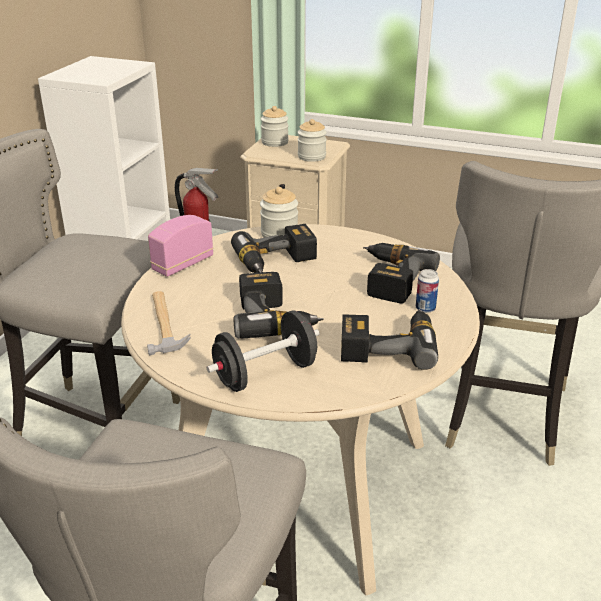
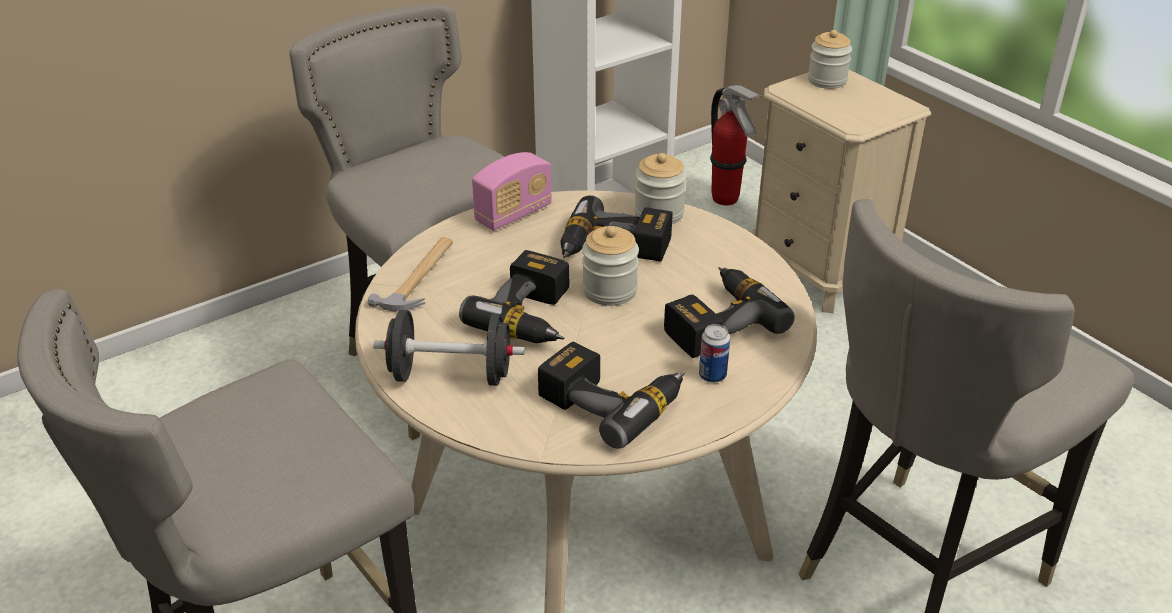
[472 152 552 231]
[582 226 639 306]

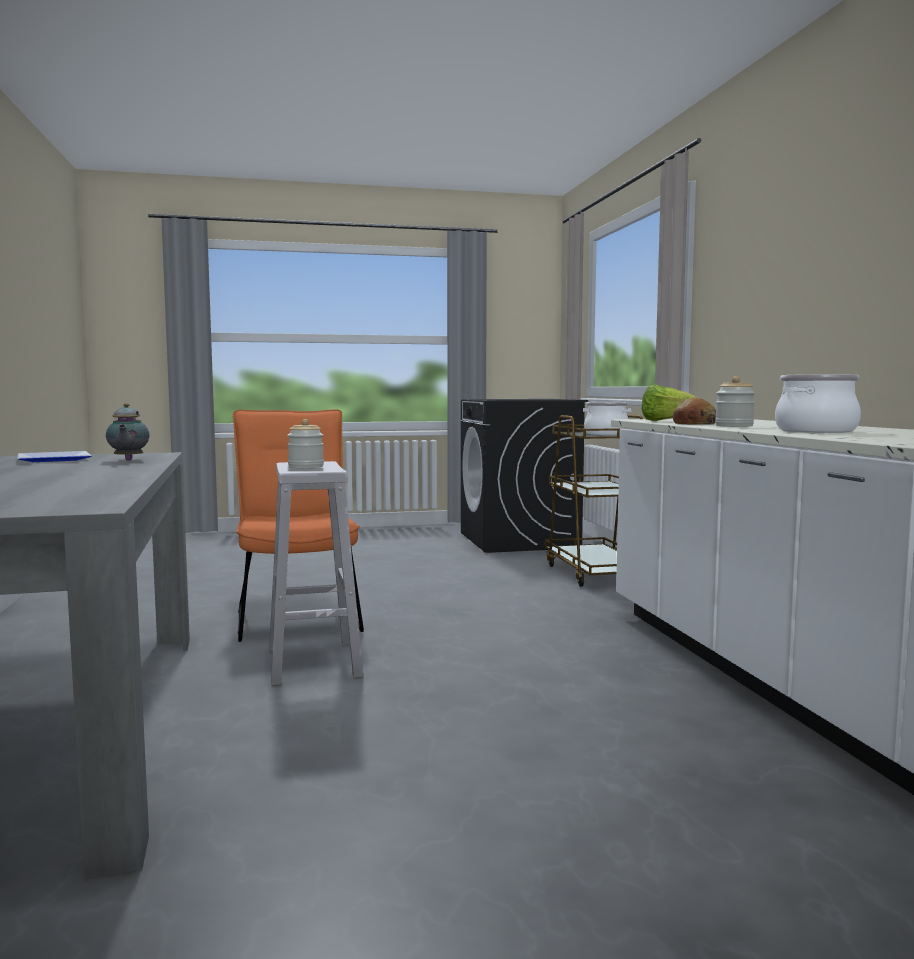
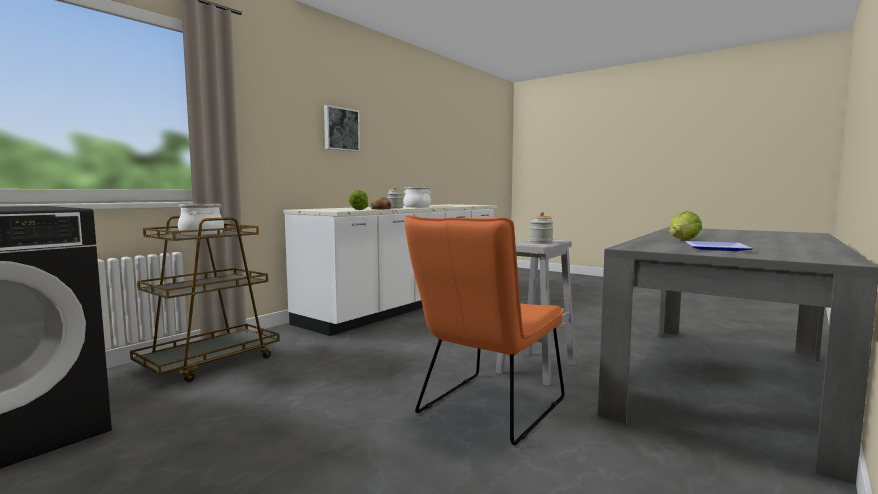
[106 403 149 460] (first image)
[324 105 360 152]
[669 211 702 240]

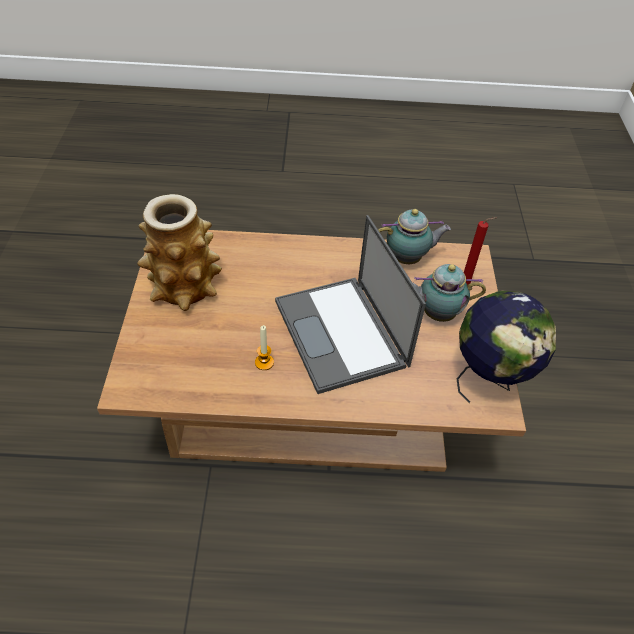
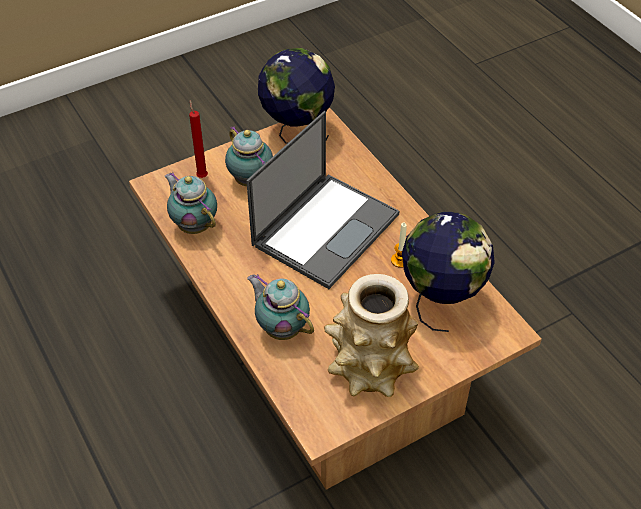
[247 274 314 340]
[402 212 495 332]

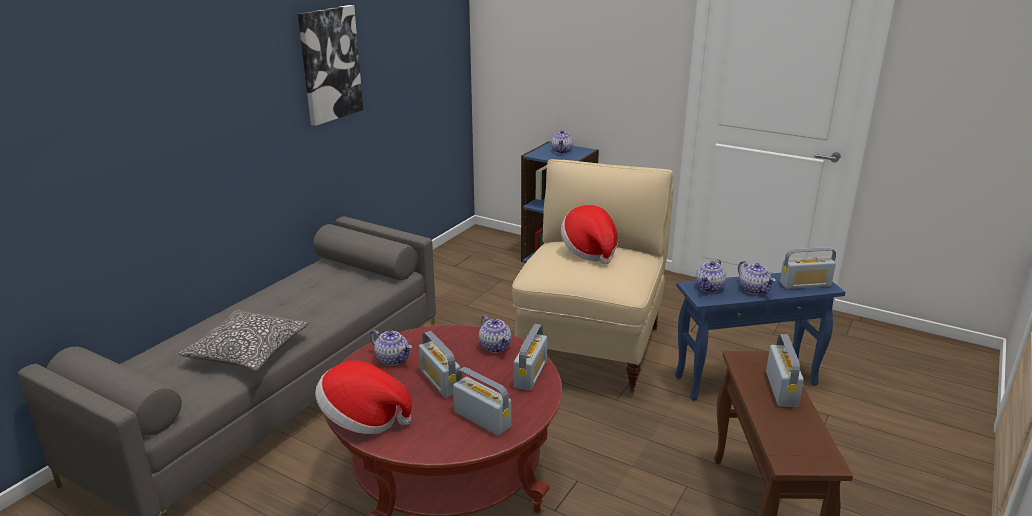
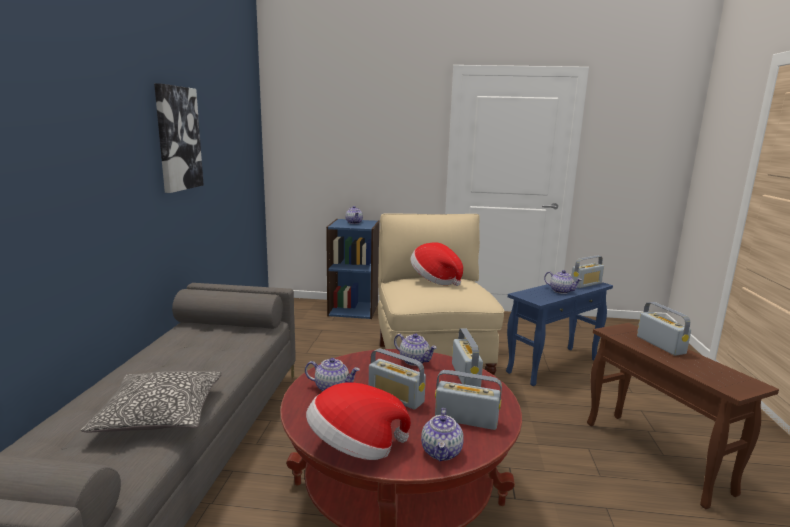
[421 408 464 461]

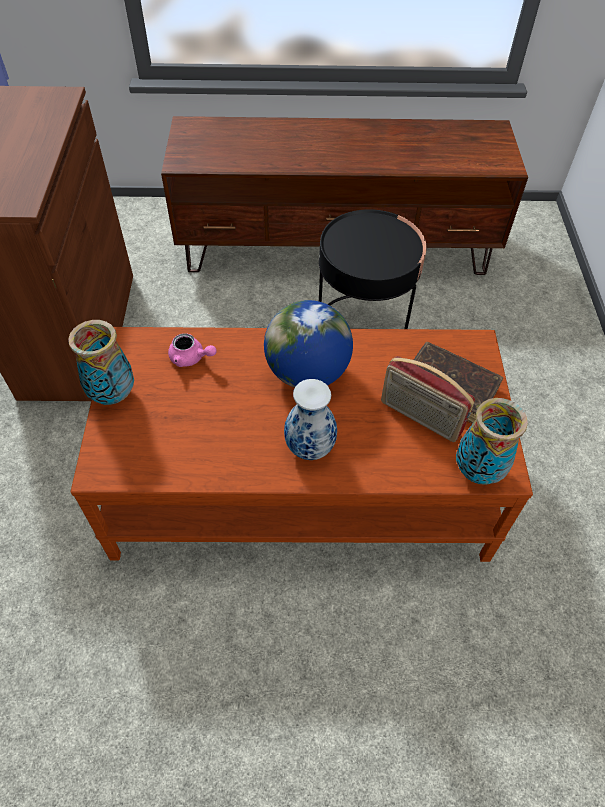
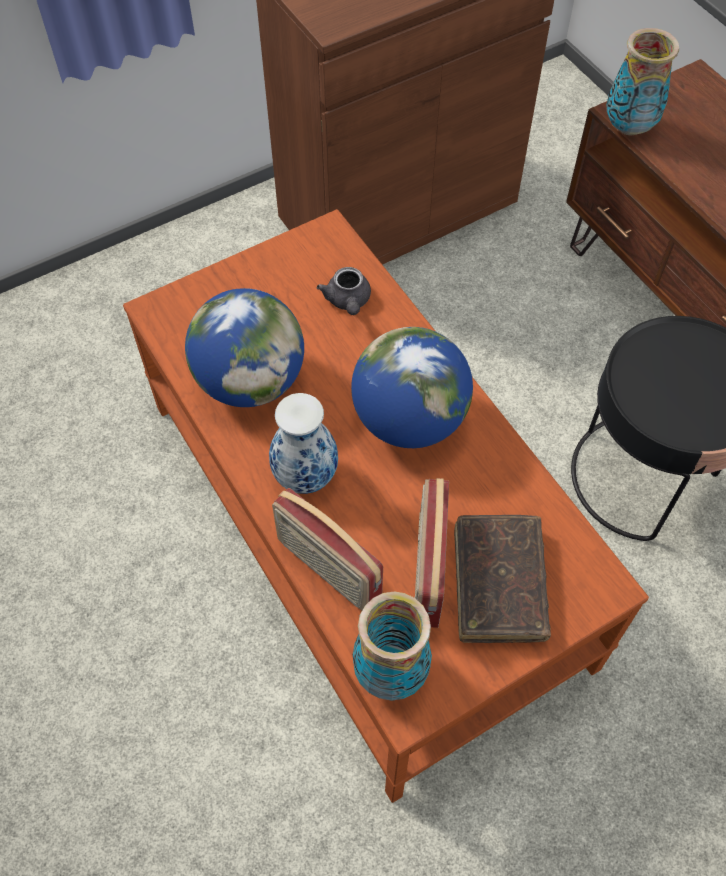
[606 28 679 136]
[317 267 371 315]
[185 288 304 407]
[272 488 383 611]

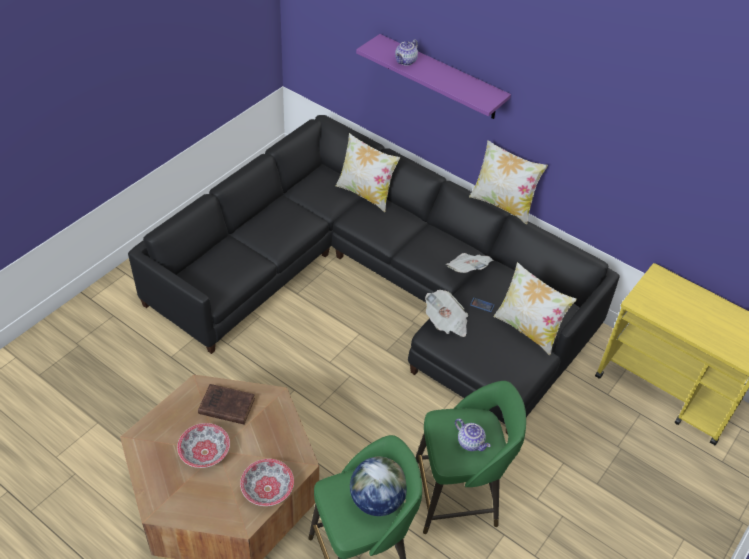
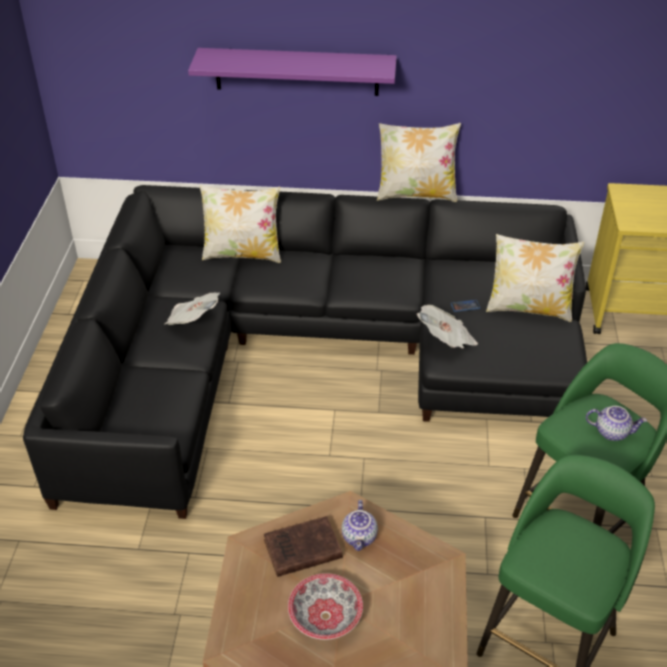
[240 459 294 506] (first image)
[350 457 407 516] (first image)
[342 500 378 551]
[164 293 220 325]

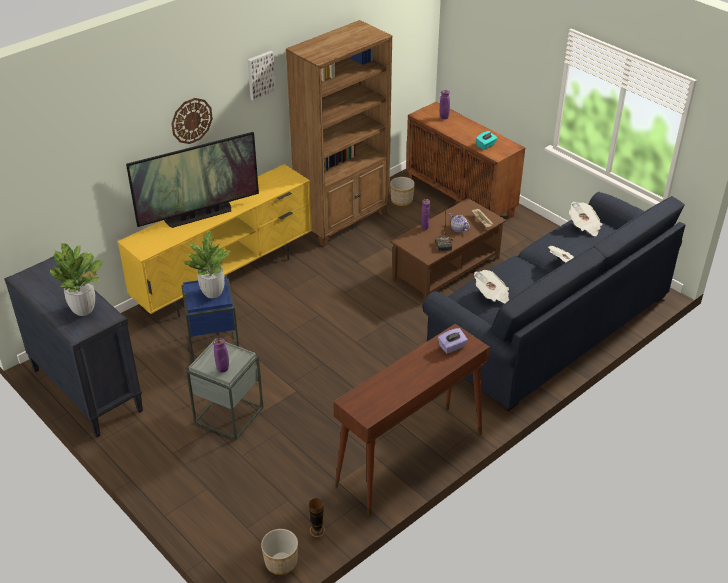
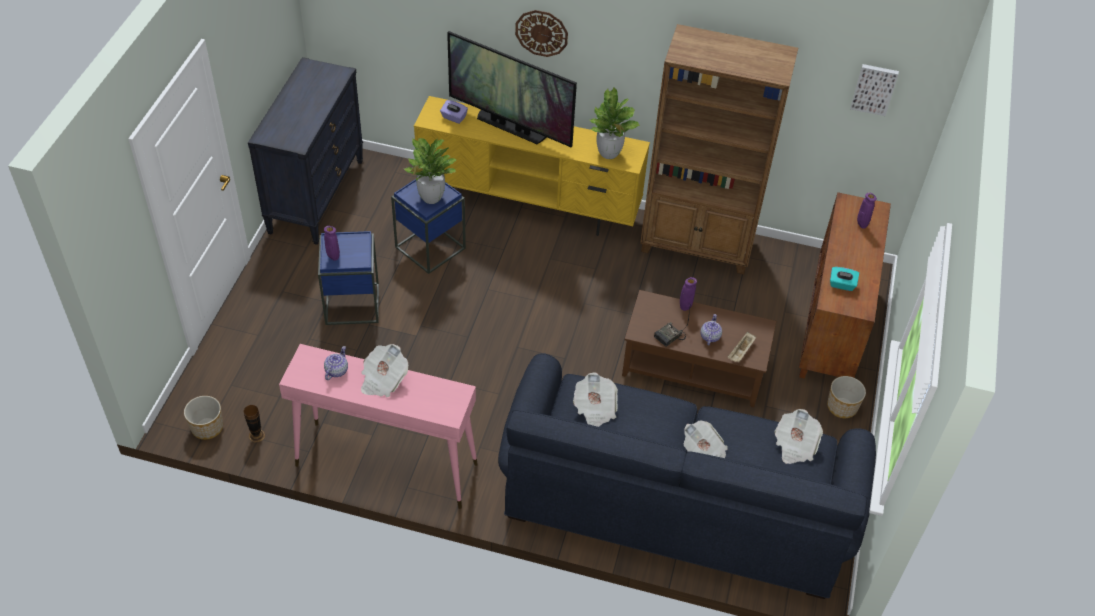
[590 87 640 159]
[318 231 379 325]
[850 64 899 116]
[279 344 478 509]
[827 376 866 418]
[440 100 468 124]
[324 346 348 380]
[361 344 408 397]

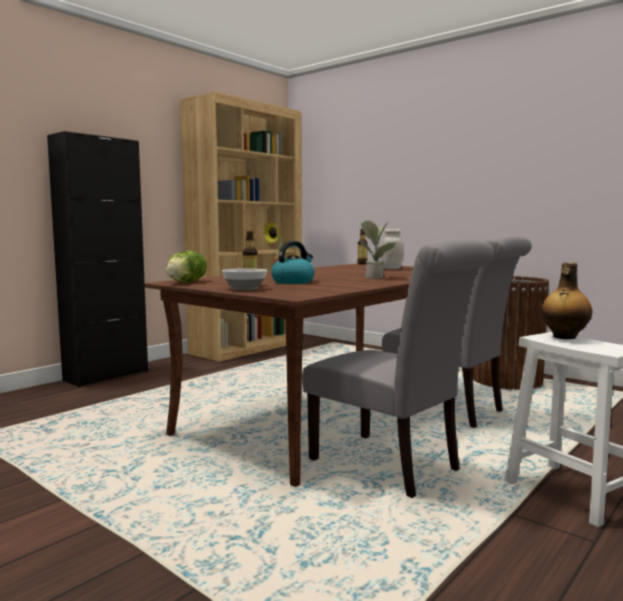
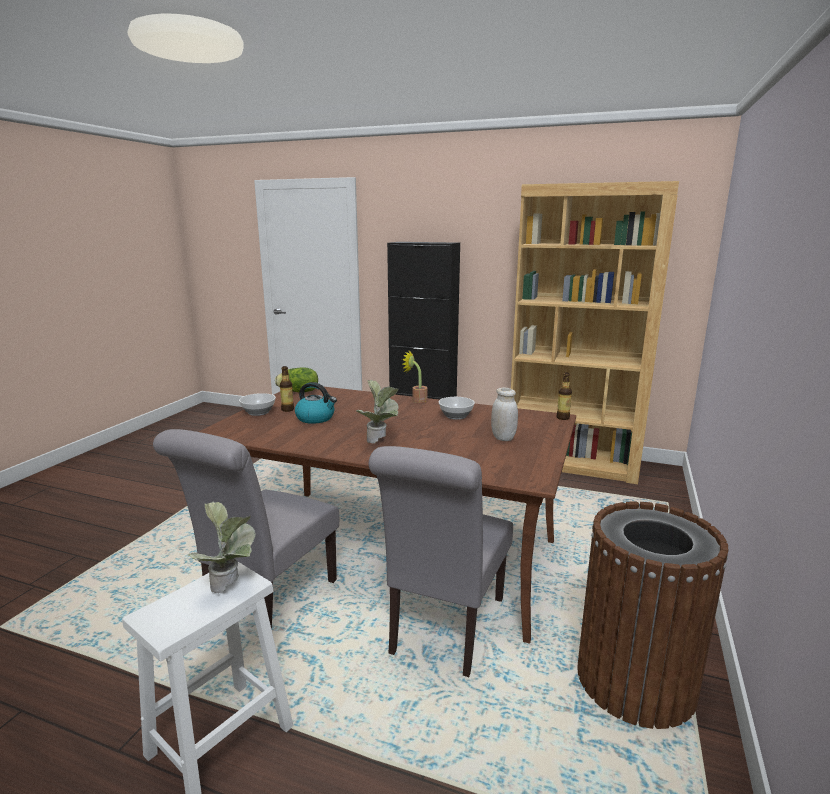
[187 502 256 593]
[439 397 475 420]

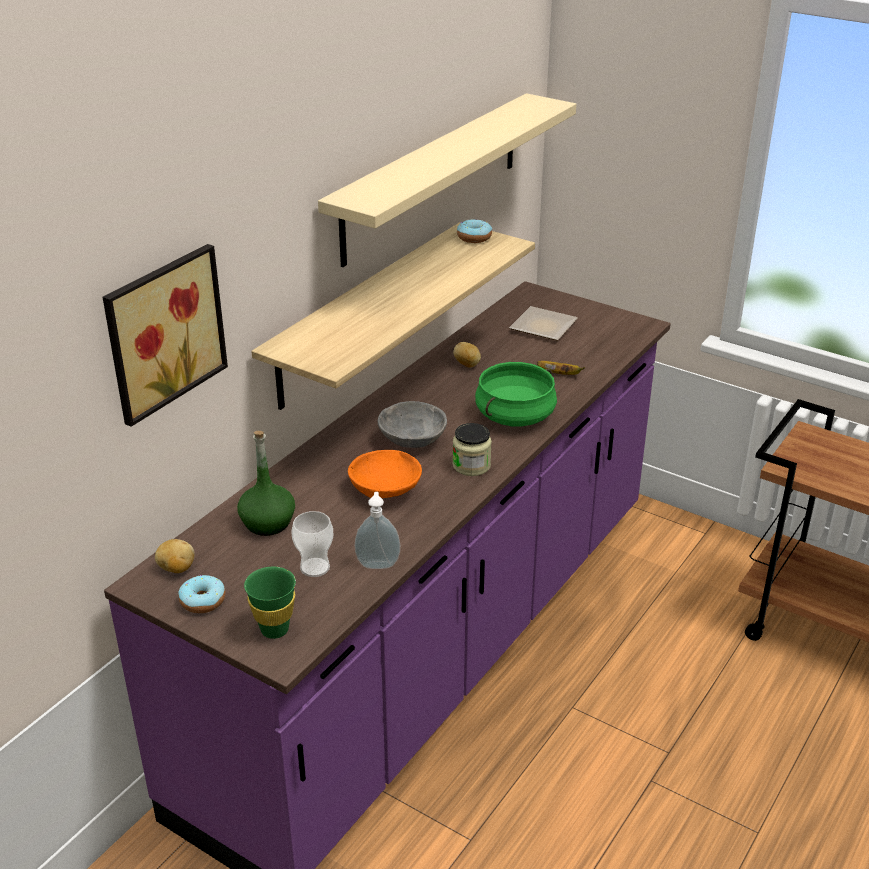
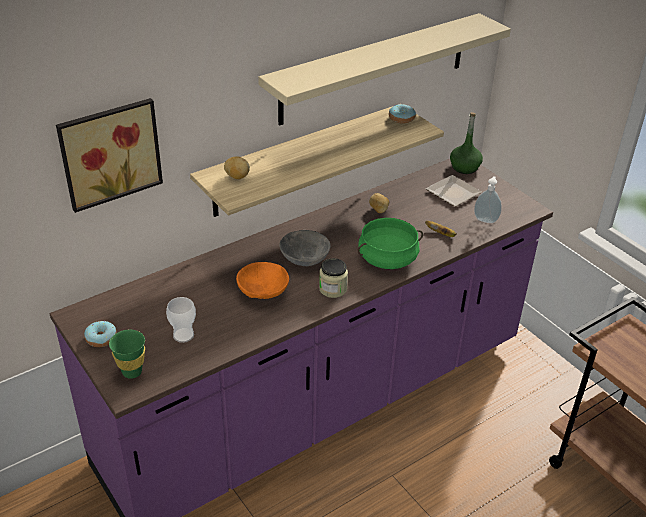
[224 156 250 179]
[450 112 483 174]
[474 176 502 223]

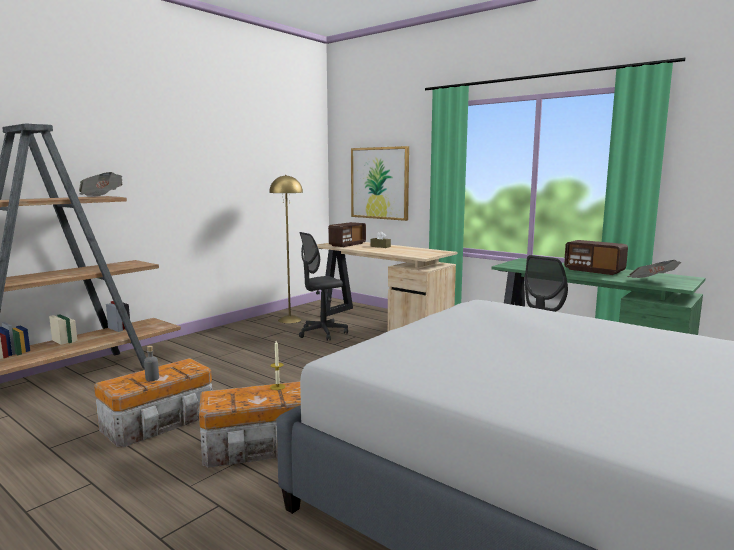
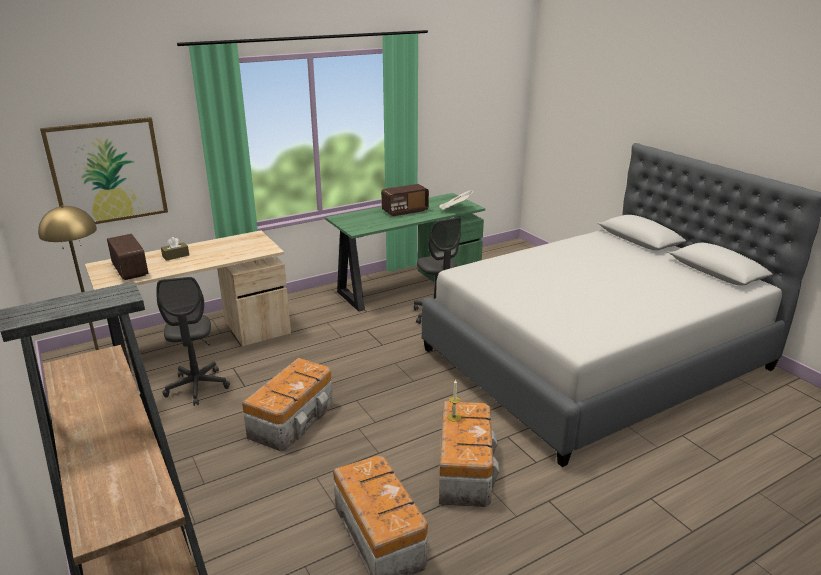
[79 172 122 196] (first image)
[144 346 159 381] (first image)
[242 358 333 451]

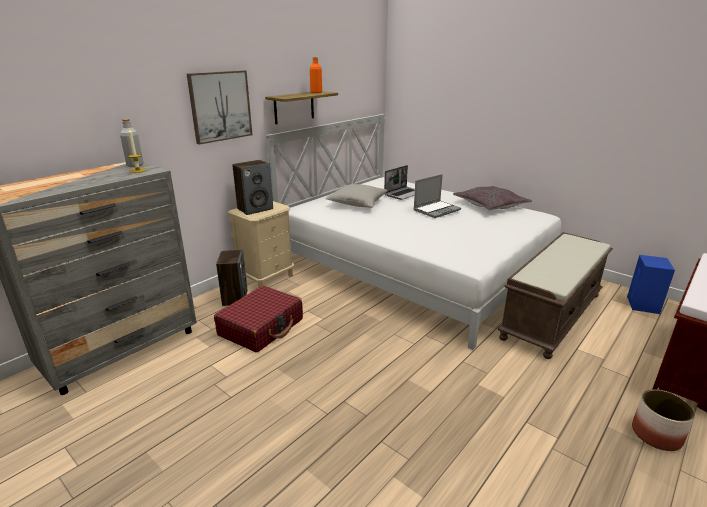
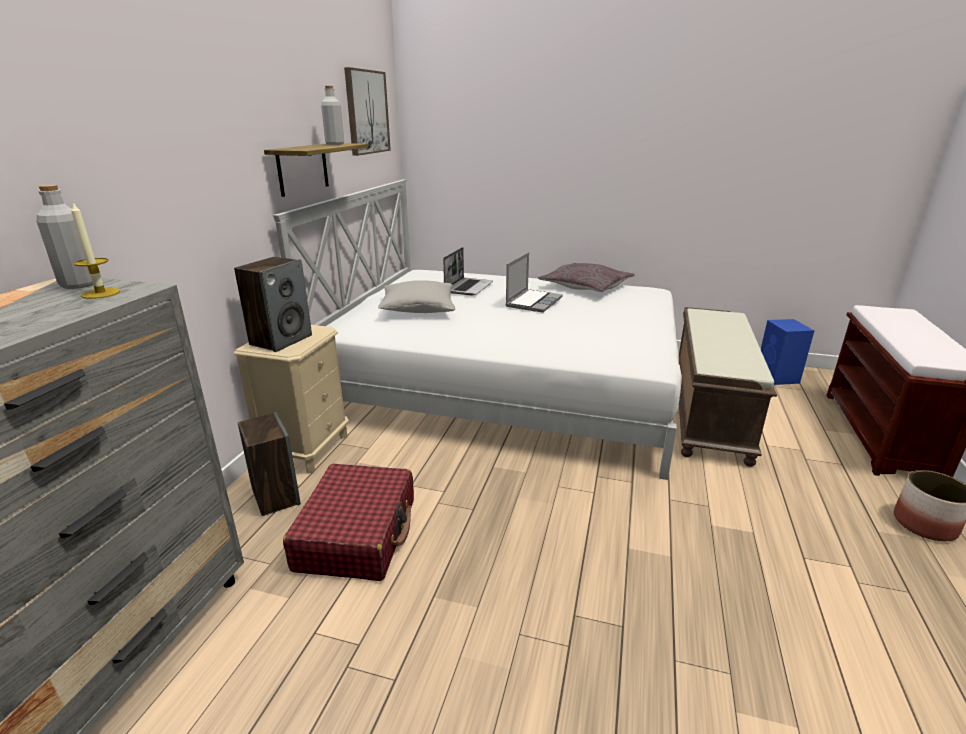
[344 67 391 156]
[321 86 344 145]

